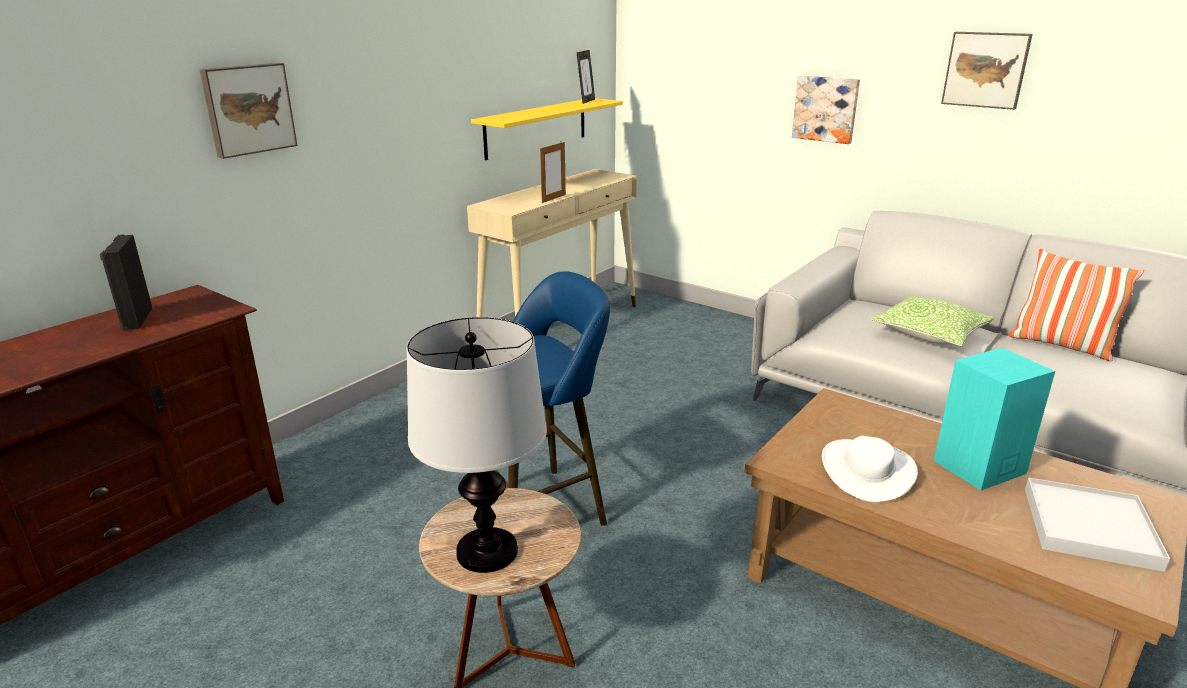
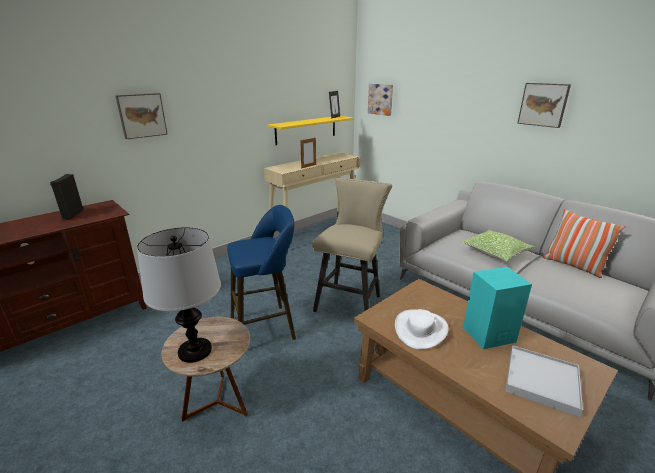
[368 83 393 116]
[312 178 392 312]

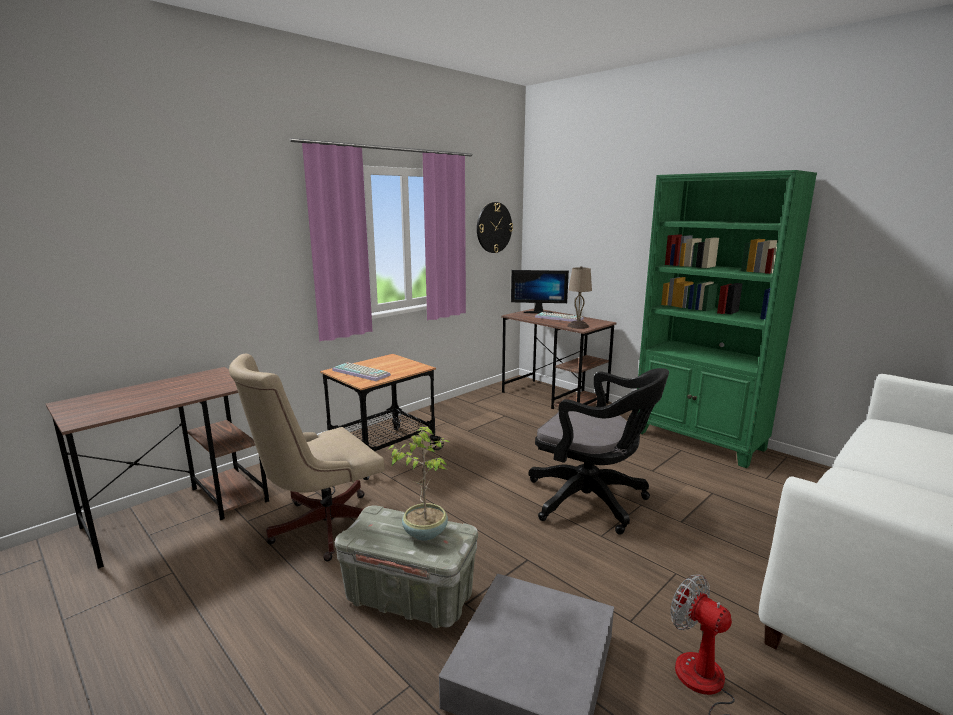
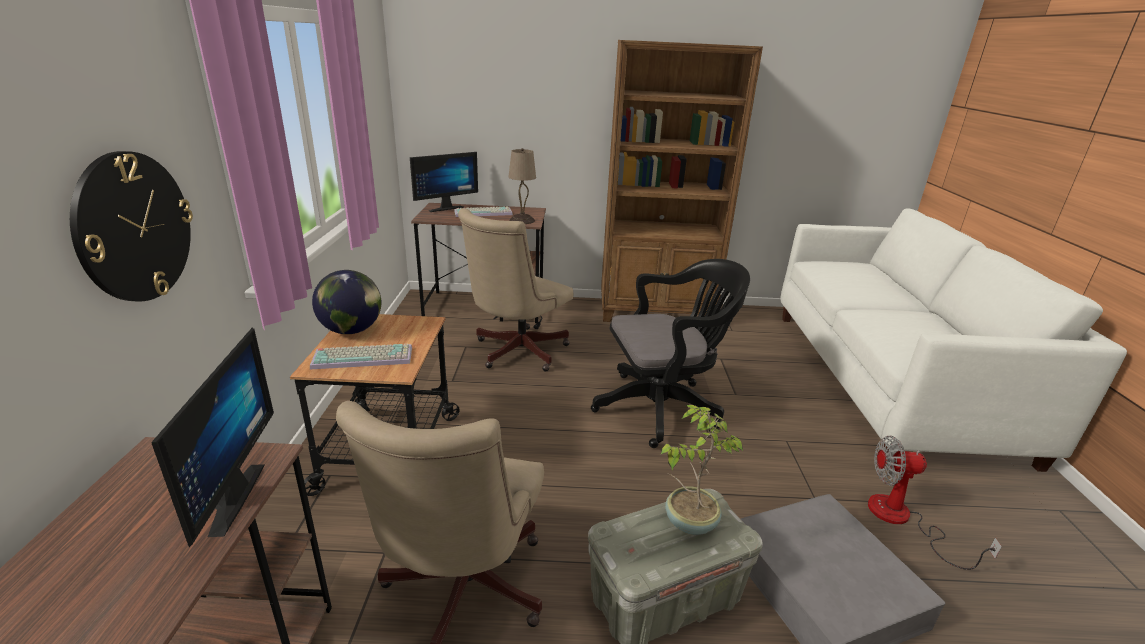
[70 151 193 301]
[601 40 763 322]
[151 328 274 547]
[312 270 381 334]
[458 208 573 372]

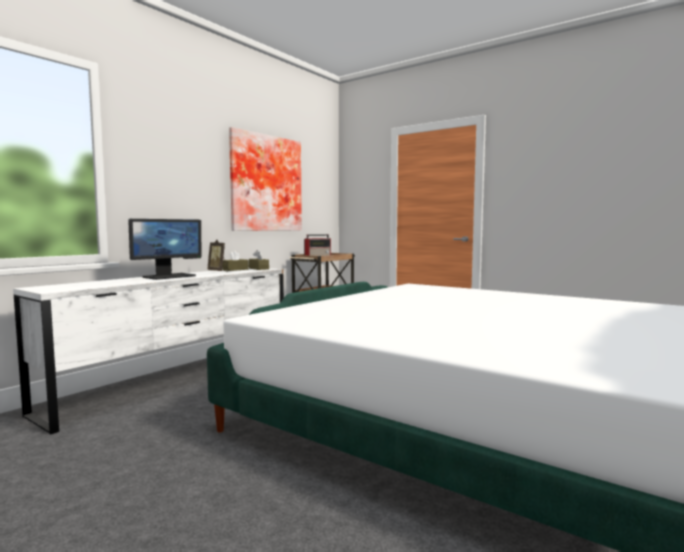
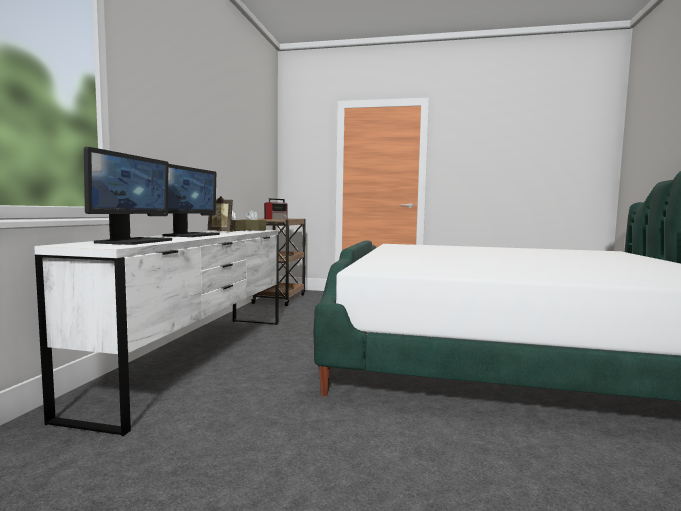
[229 127 302 231] (first image)
[84 147 172 245]

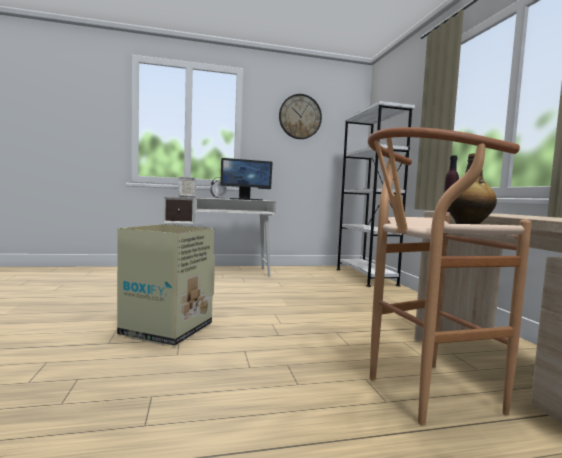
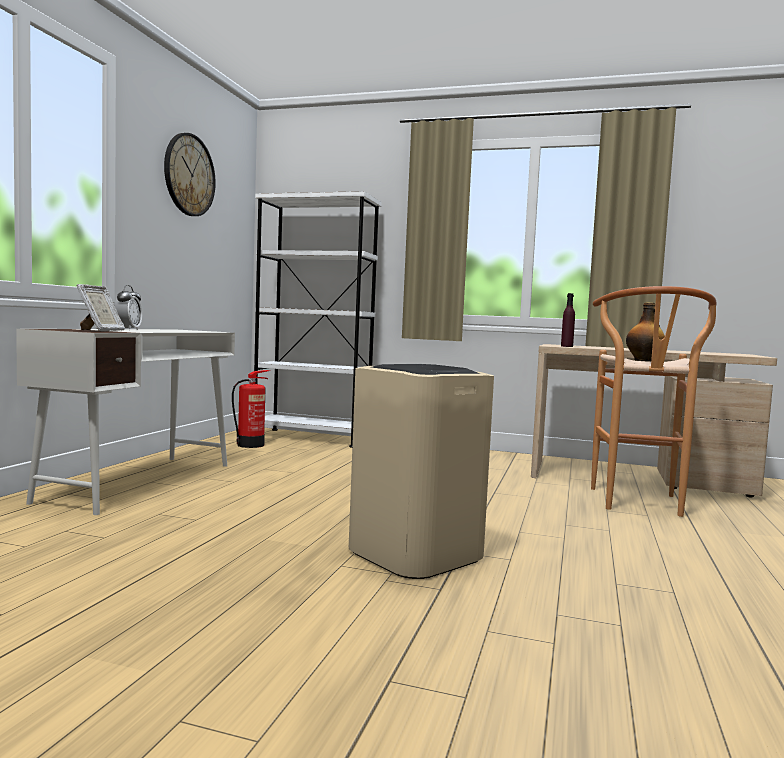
[349 364 494 579]
[220 158 273 201] (first image)
[232 370 270 448]

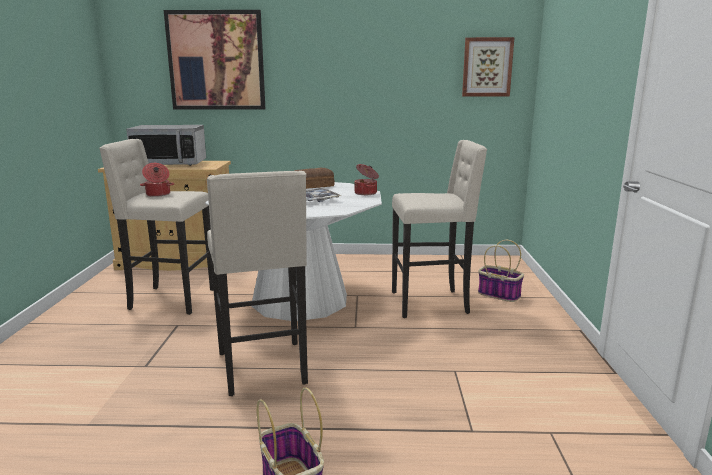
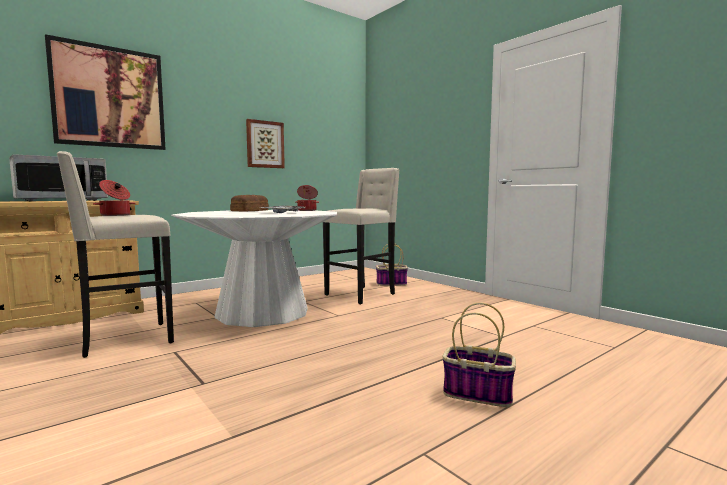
[207 171 308 396] (first image)
[246 119 285 168]

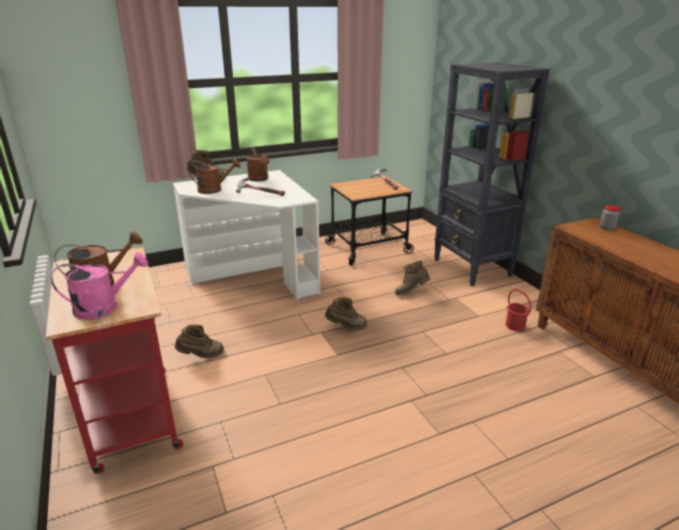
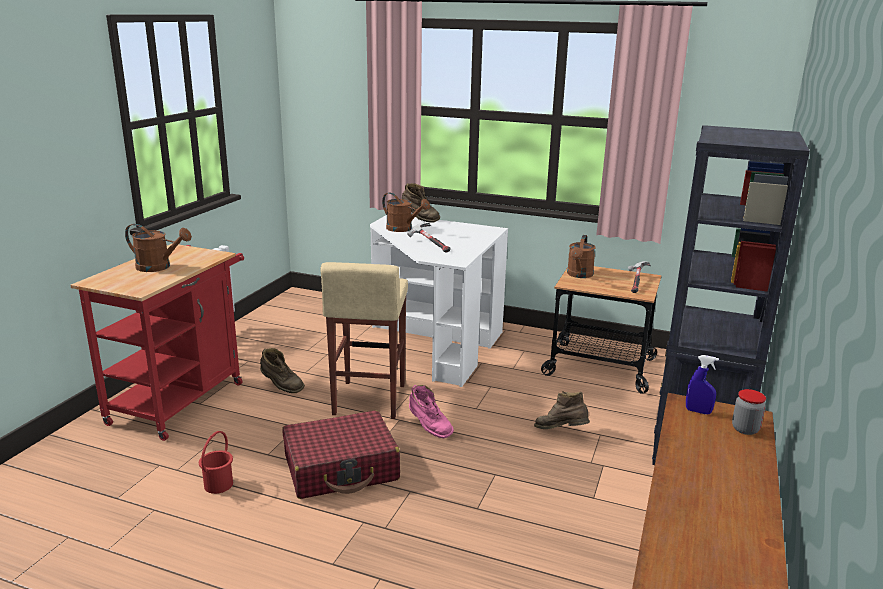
[51 252 148 319] (first image)
[567 235 596 278]
[409 385 454 438]
[199 431 233 494]
[282 411 400 499]
[320 262 408 419]
[686 355 719 414]

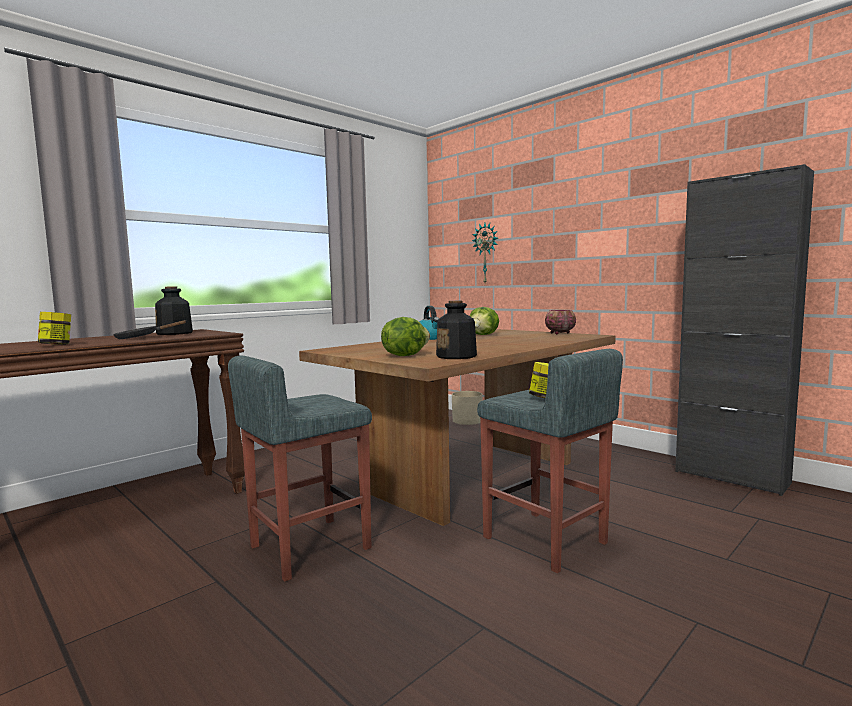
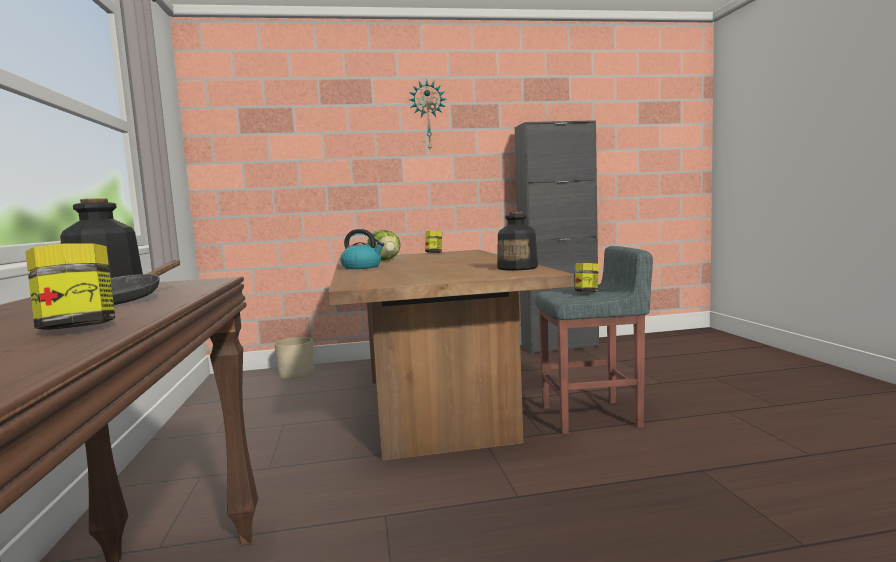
[228 355 372 582] (first image)
[381 317 430 356] (first image)
[409 80 447 152]
[425 231 442 253]

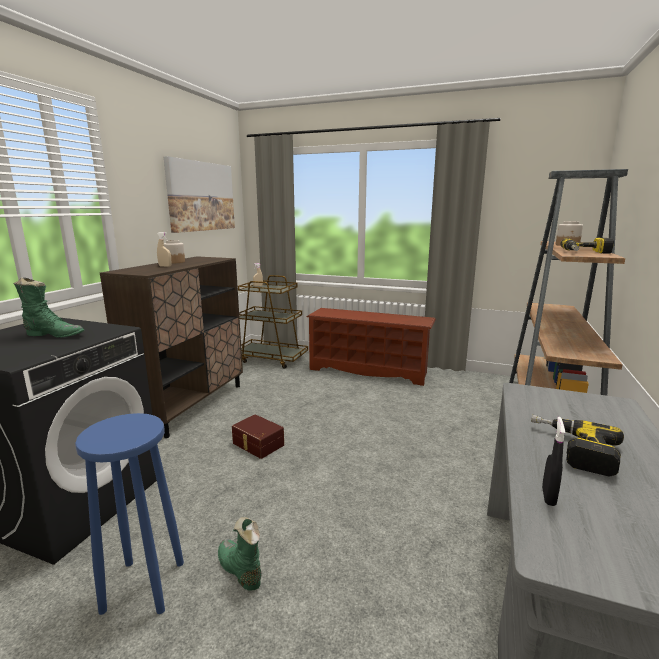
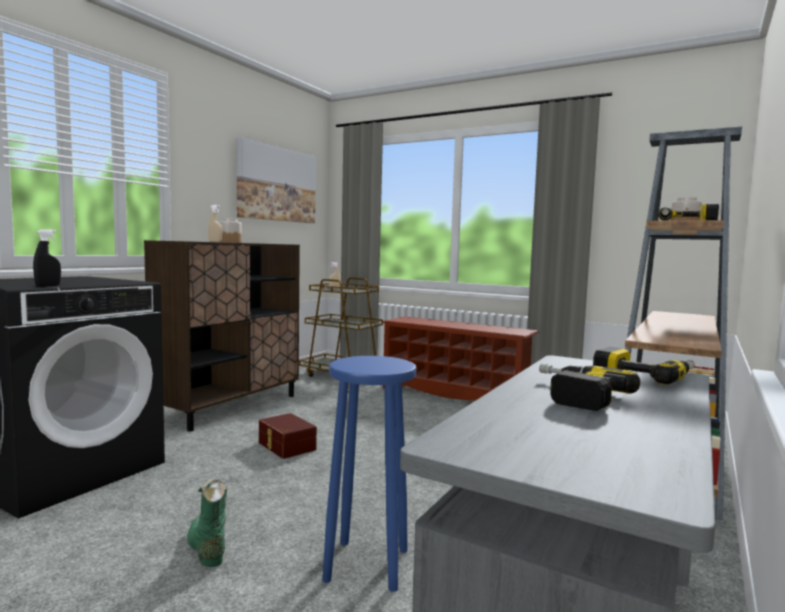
[13 278 84 338] (first image)
[322 356 416 592]
[33 229 61 287]
[593 347 695 385]

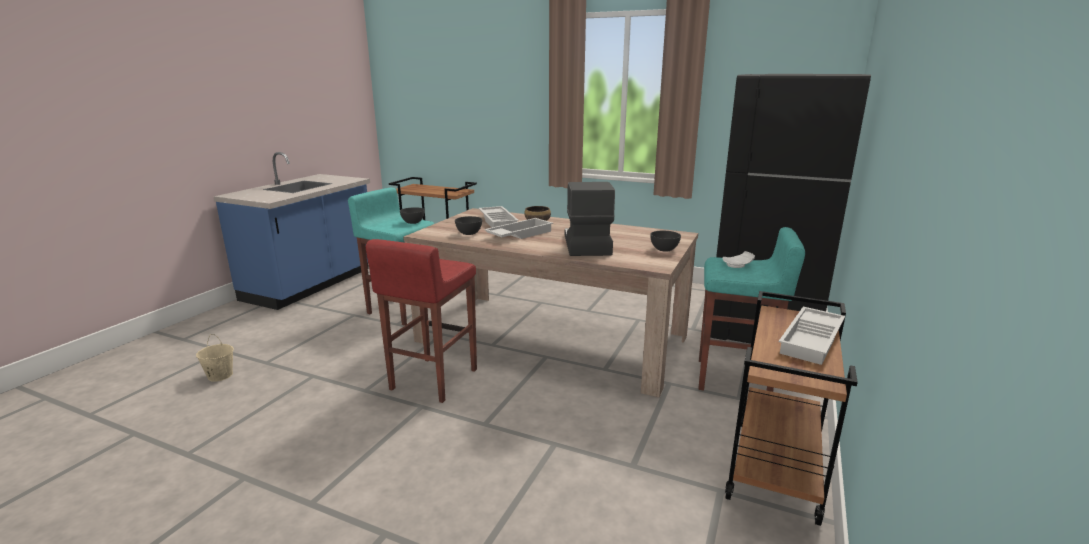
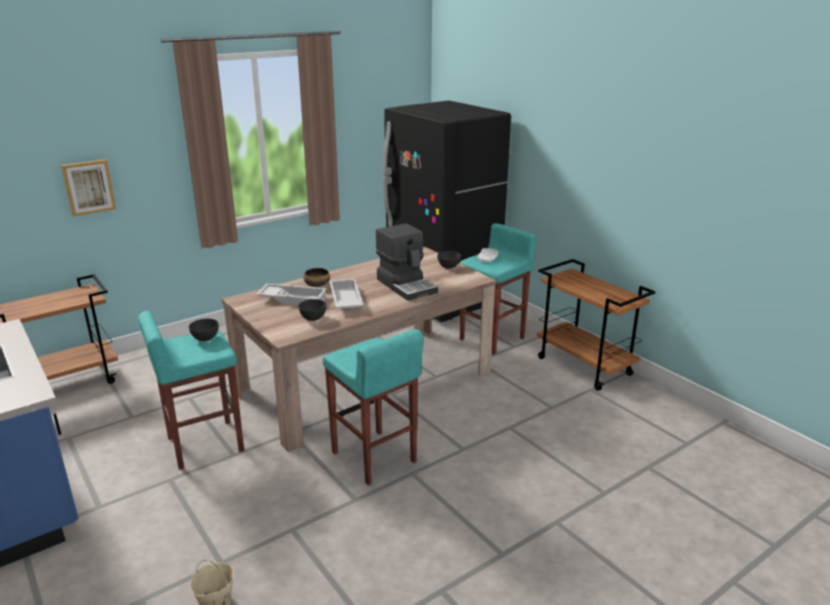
[323 329 423 485]
[376 224 438 301]
[779 307 845 365] (first image)
[61 159 116 216]

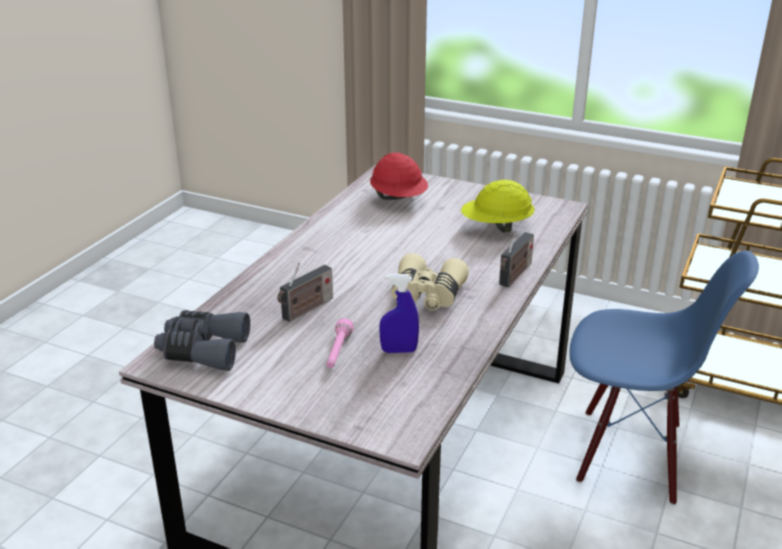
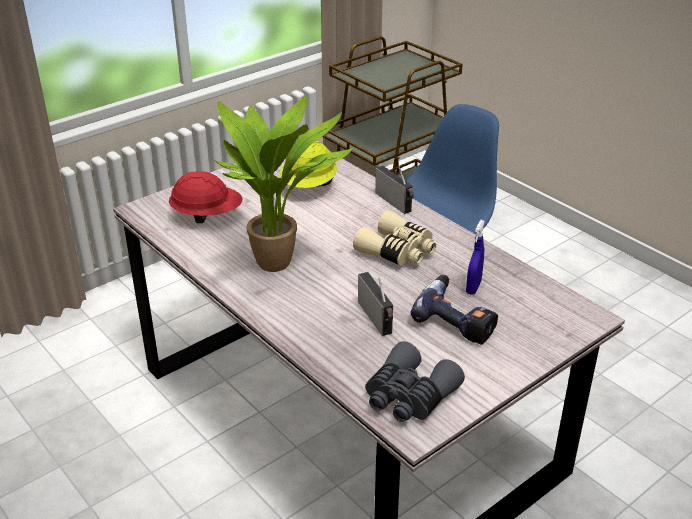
[411 275 498 344]
[213 95 353 272]

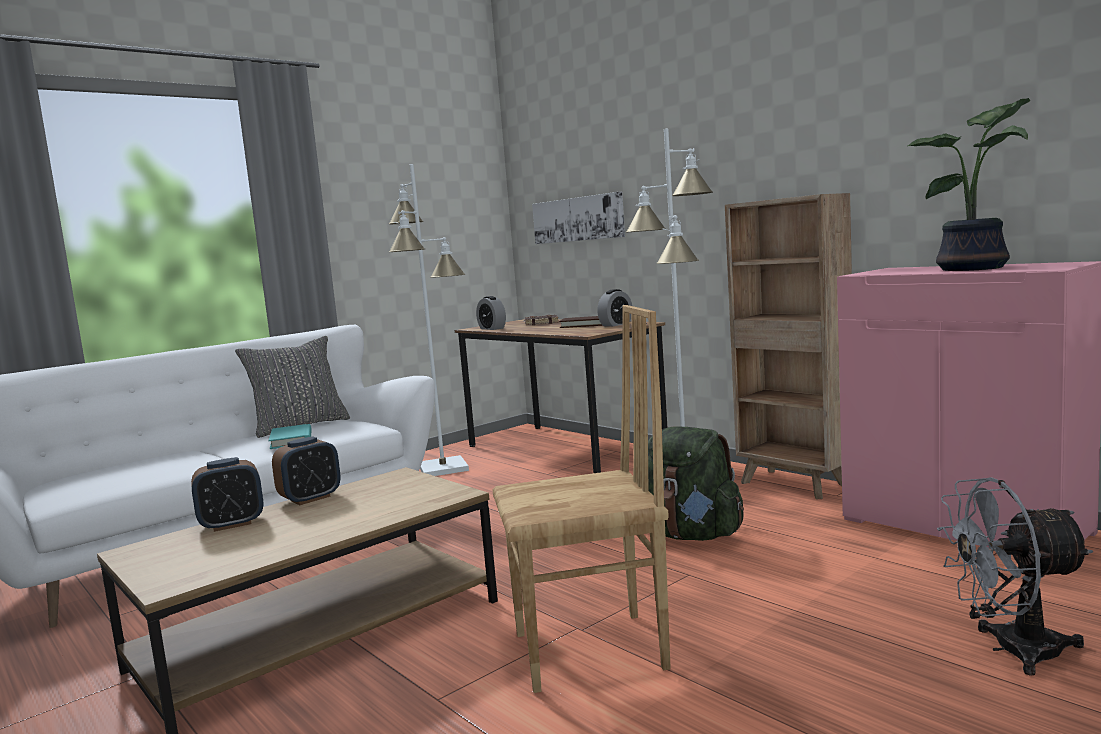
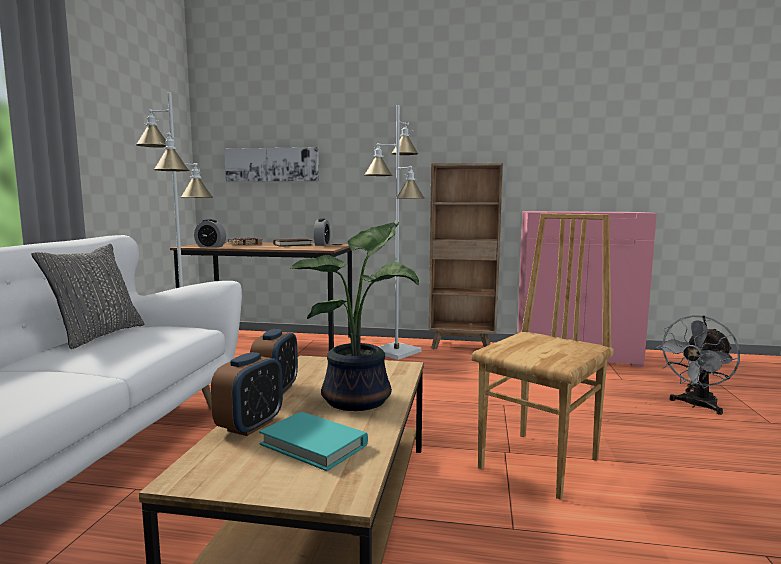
[259 412 368 471]
[648 426 744 541] (first image)
[289 222 419 411]

